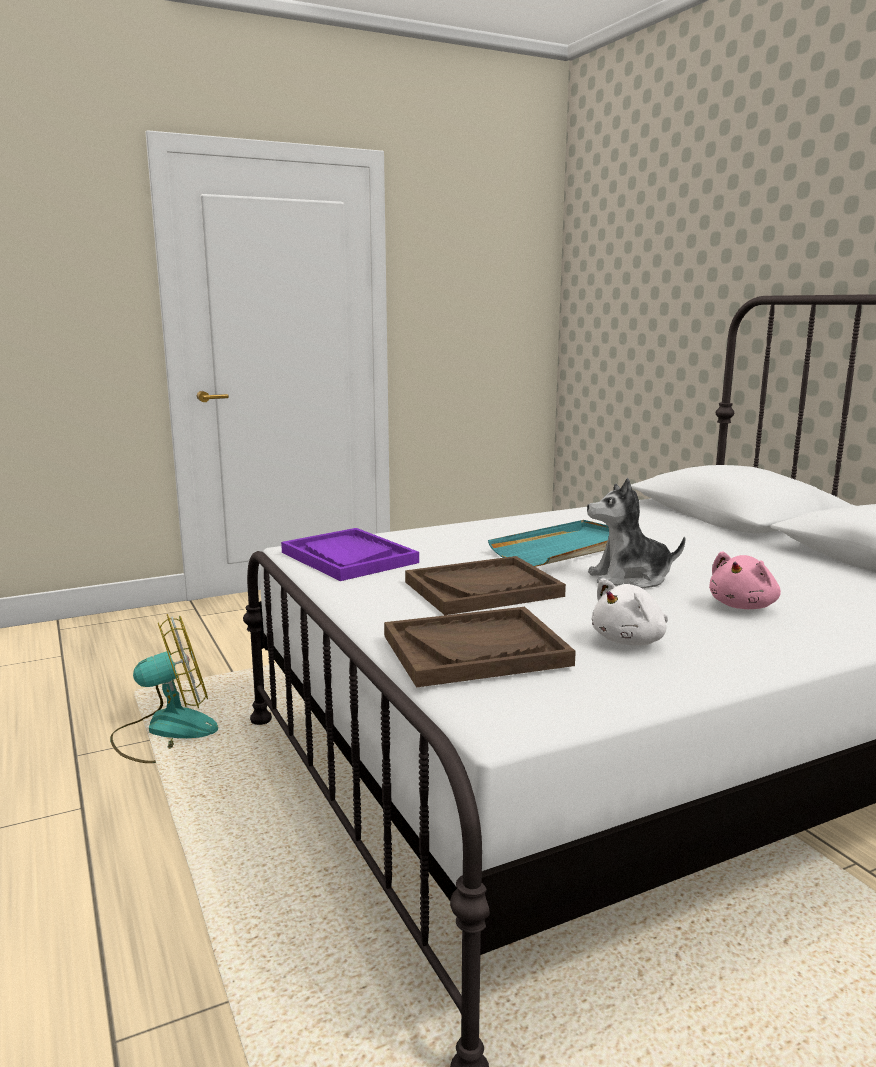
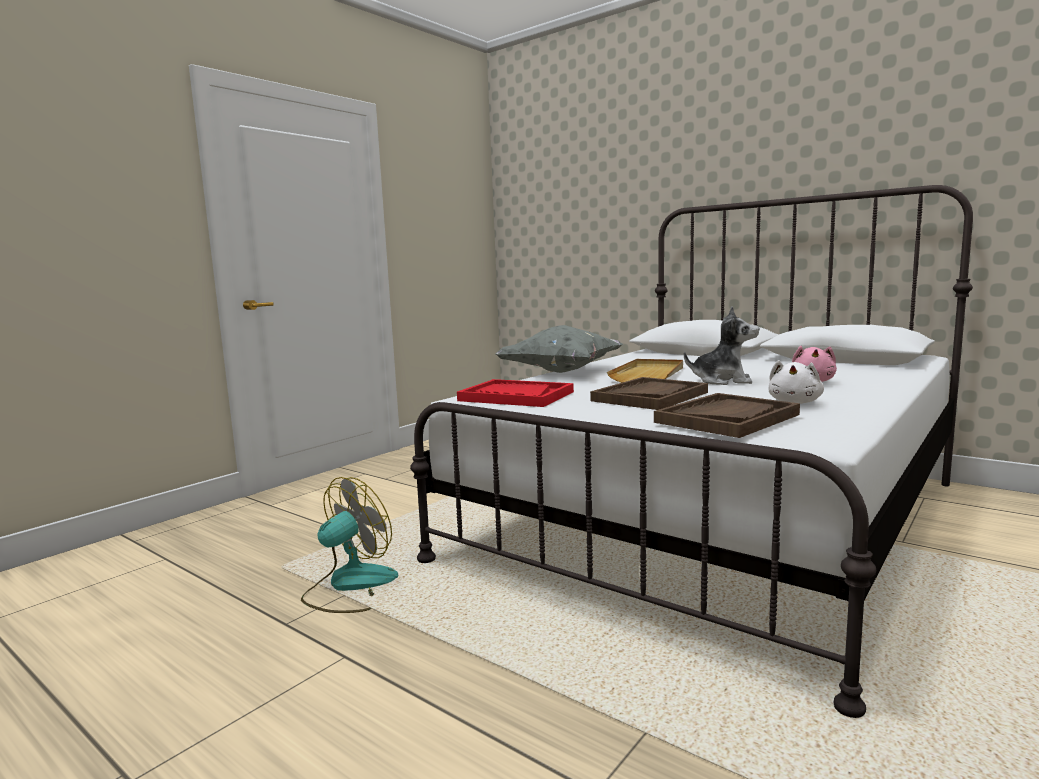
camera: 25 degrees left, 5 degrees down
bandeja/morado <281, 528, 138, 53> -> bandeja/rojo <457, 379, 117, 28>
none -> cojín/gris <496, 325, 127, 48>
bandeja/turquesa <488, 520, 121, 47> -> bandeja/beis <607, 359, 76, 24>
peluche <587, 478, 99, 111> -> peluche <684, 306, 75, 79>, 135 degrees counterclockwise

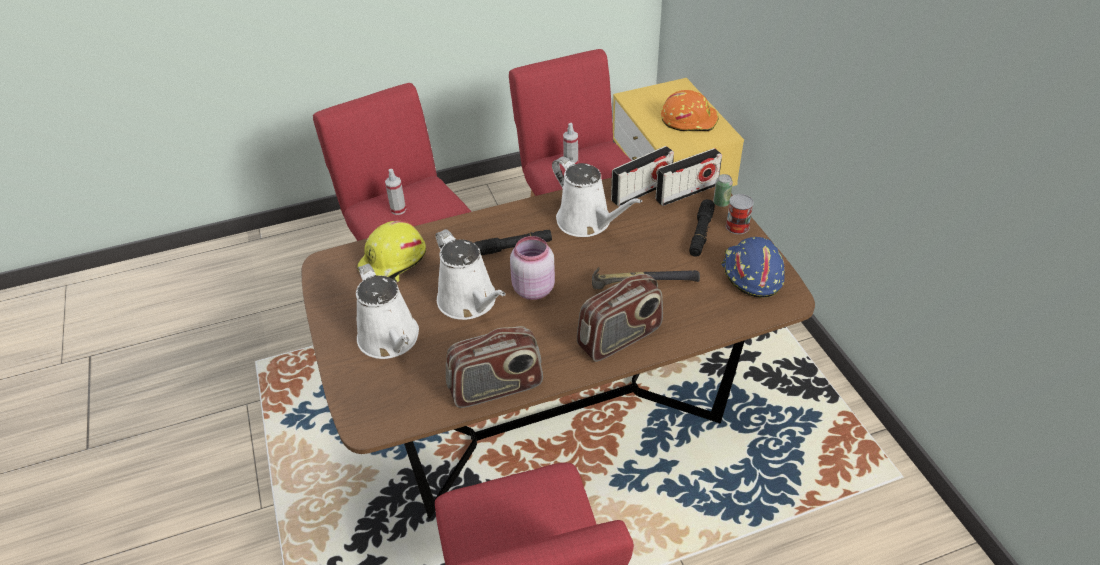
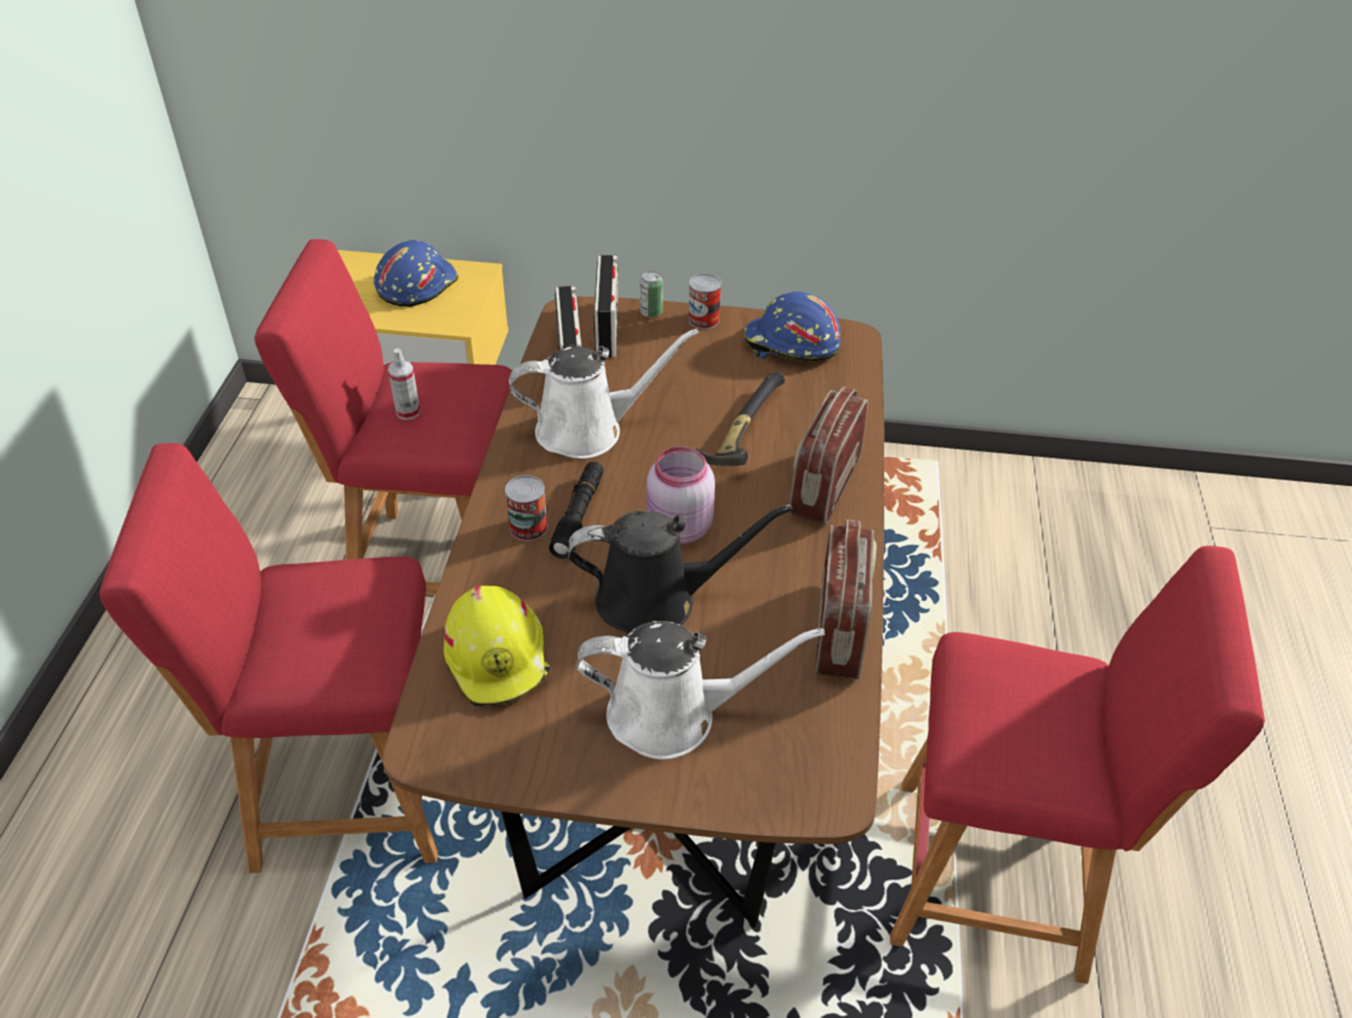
camera: 65 degrees left, 0 degrees up
casco/naranja <661, 90, 58, 42> -> casco/azul <374, 240, 84, 67>
none -> lata <505, 475, 43, 66>
regadera/blanco <435, 229, 71, 91> -> regadera/negro <568, 505, 225, 129>
radio <577, 274, 86, 88> -> radio <789, 387, 79, 137>, 150 degrees counterclockwise
pulverizador <385, 169, 21, 46> -> none
linterna/negro <689, 199, 26, 58> -> none

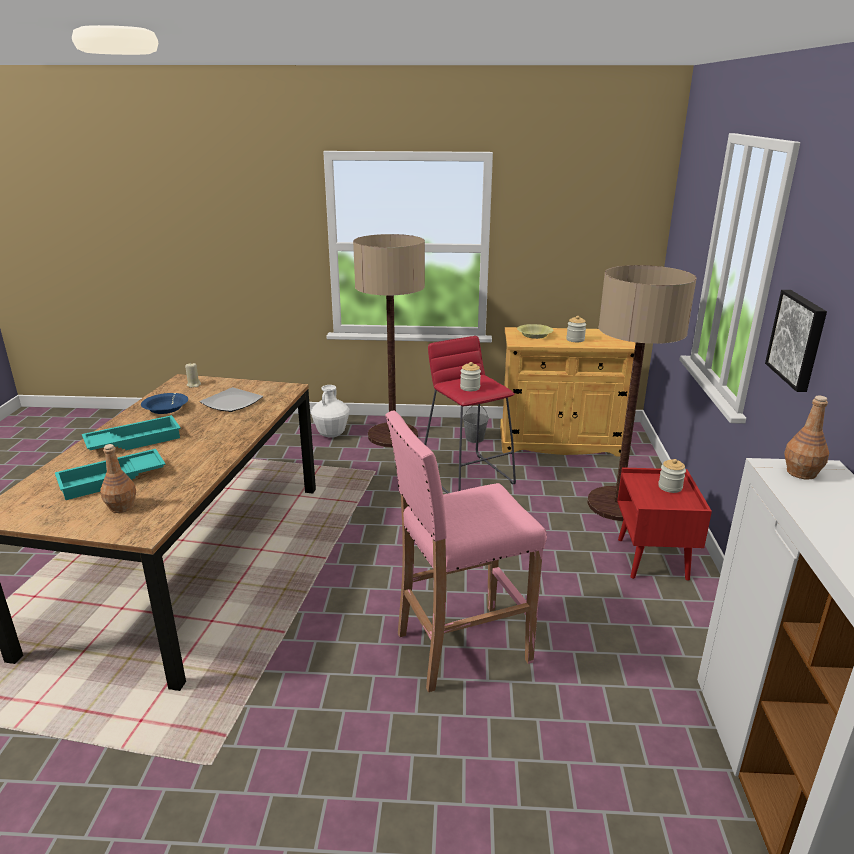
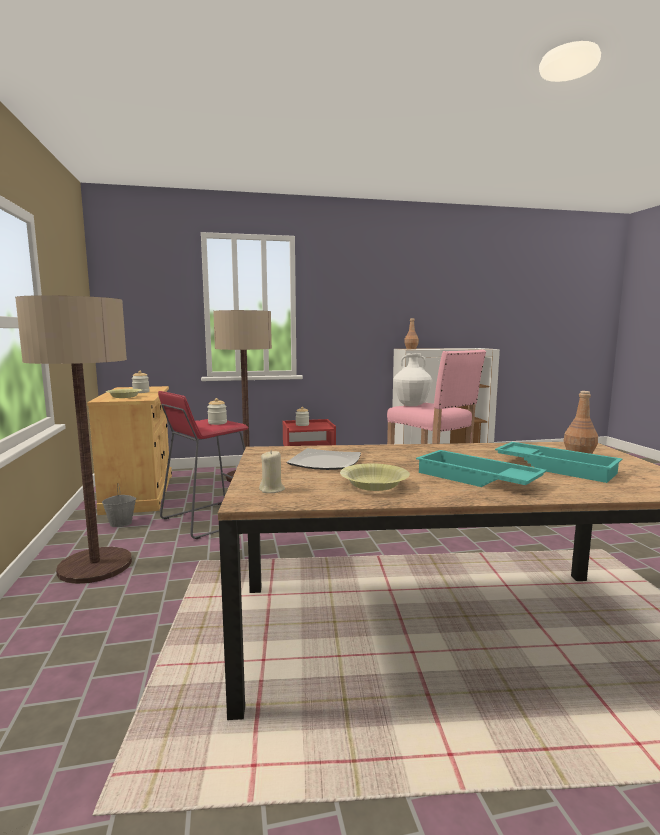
camera: 105 degrees left, 15 degrees down
cuenco/azul <141, 393, 47, 21> -> cuenco/amarillo <340, 463, 70, 28>
florero/blanco <311, 385, 39, 52> -> florero/blanco <394, 353, 38, 53>, move
cuadro <765, 290, 62, 102> -> none

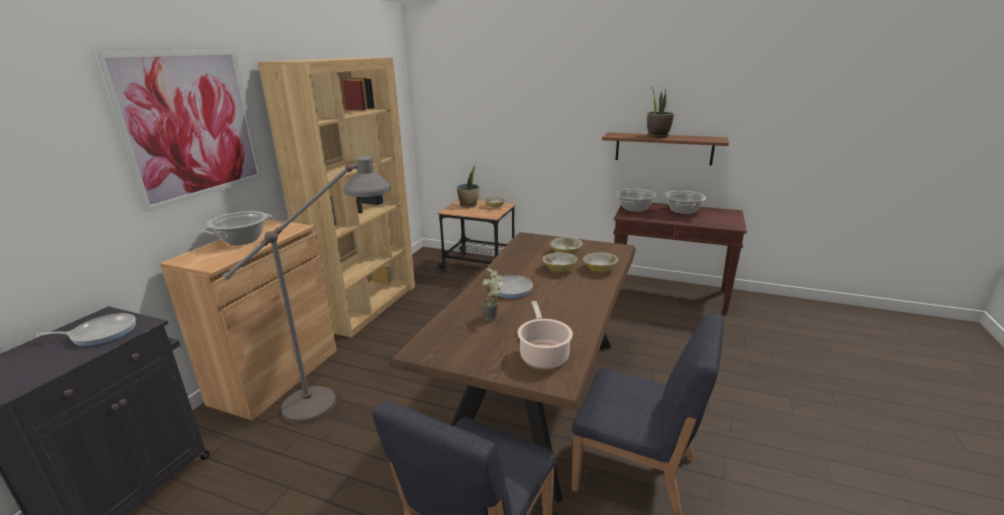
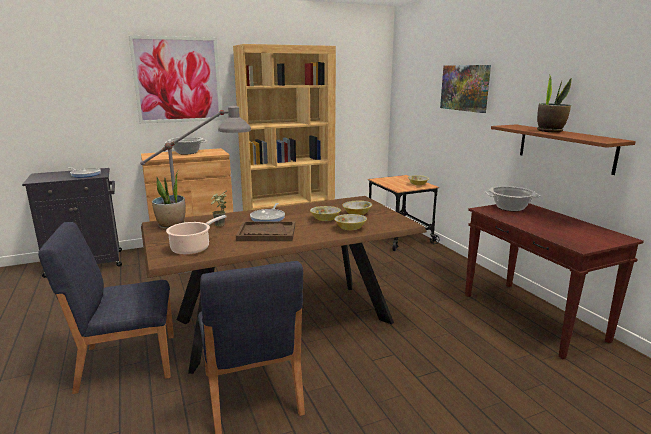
camera: 45 degrees right, 5 degrees down
planta en maceta <457, 164, 22, 44> -> planta en maceta <152, 170, 33, 60>, move
none -> bandeja/marrón <236, 221, 59, 20>
none -> cuadro <440, 65, 51, 48>
olla <664, 191, 42, 23> -> none

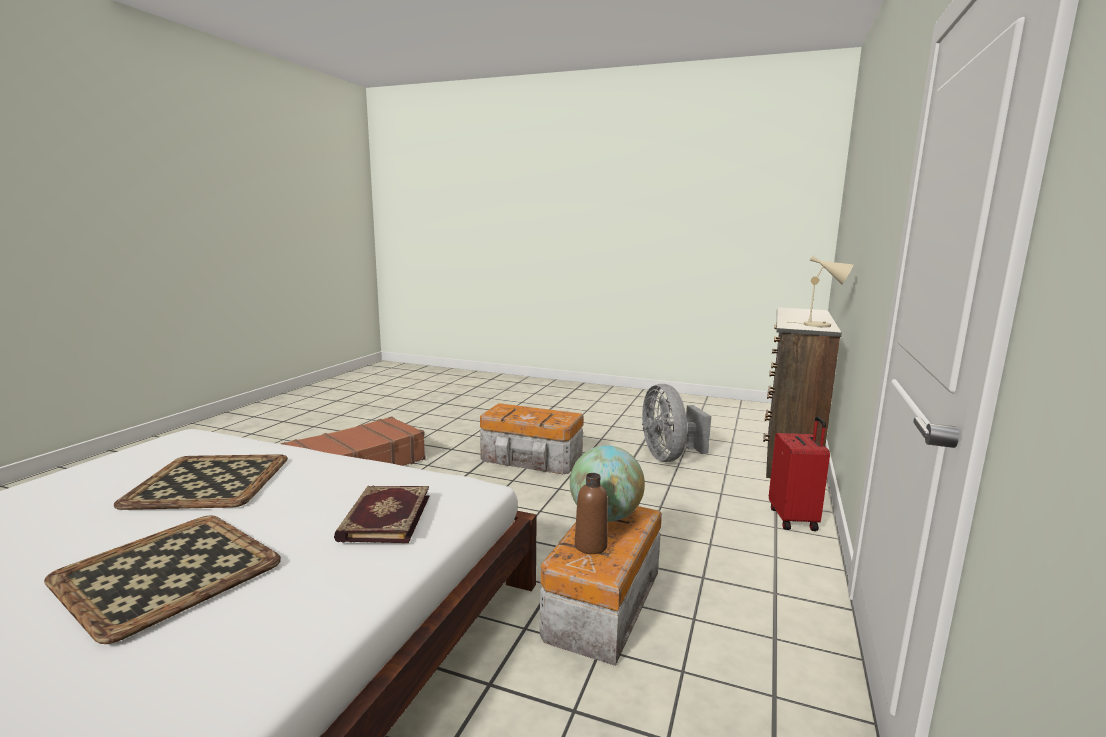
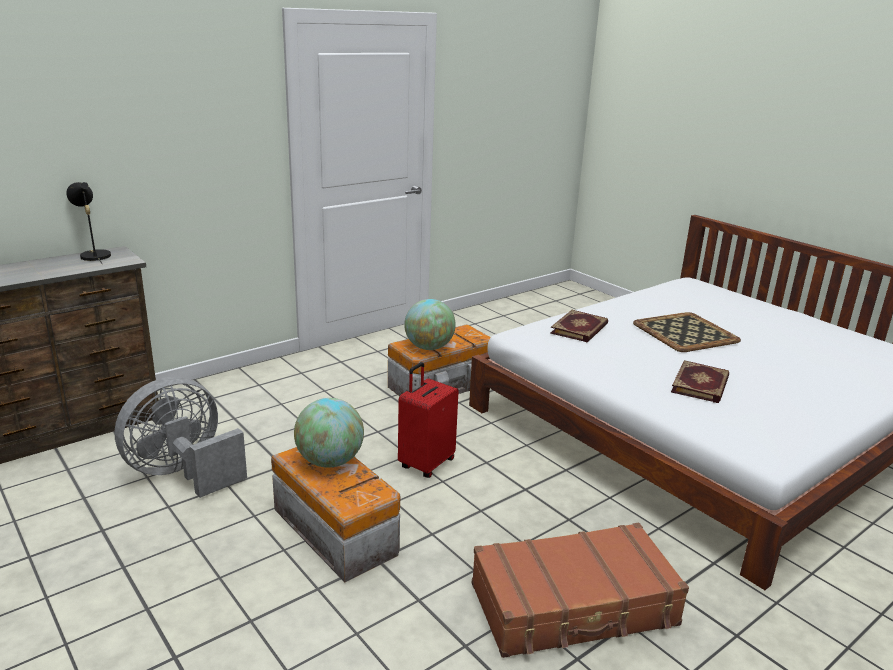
camera: 150 degrees left, 10 degrees up
lámpara de mesa/beis <789, 255, 65, 72> -> lámpara de mesa/negro <66, 182, 45, 82>
ventilador/gris <642, 384, 69, 78> -> ventilador/gris <114, 377, 133, 121>, 150 degrees counterclockwise
none -> globo terráqueo <294, 398, 70, 70>
maleta/rojo <769, 416, 61, 115> -> maleta/rojo <398, 362, 61, 116>, move
bandeja <114, 454, 174, 56> -> libro <671, 360, 58, 43>
botella/marrón <575, 473, 33, 81> -> none

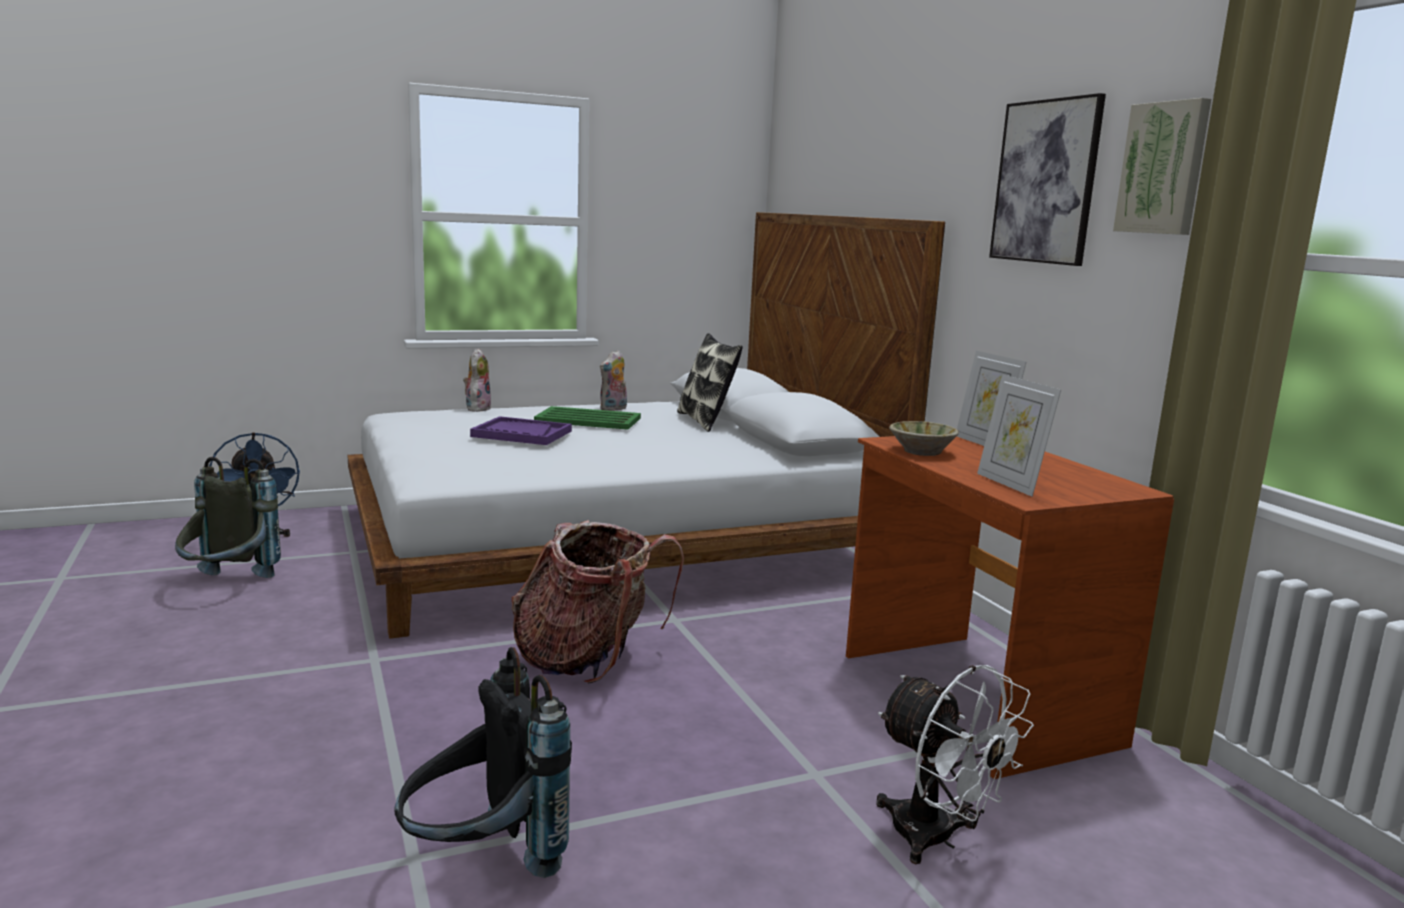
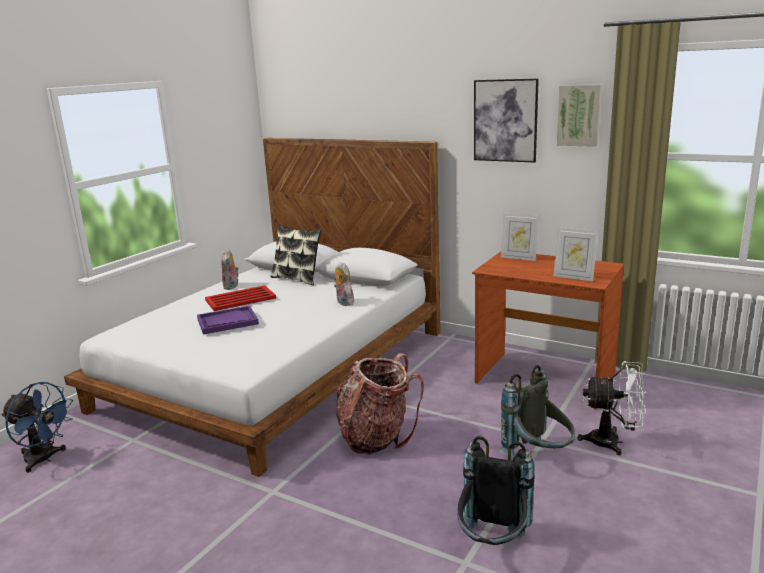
camera: 35 degrees left, 5 degrees up
bandeja/verde <534, 406, 107, 24> -> bandeja/rojo <205, 285, 71, 26>
peluche <463, 349, 28, 63> -> peluche <334, 262, 20, 44>, move
mochila/gris <175, 457, 106, 121> -> mochila/gris <498, 365, 77, 93>, move
cuenco/beis <889, 421, 70, 35> -> none

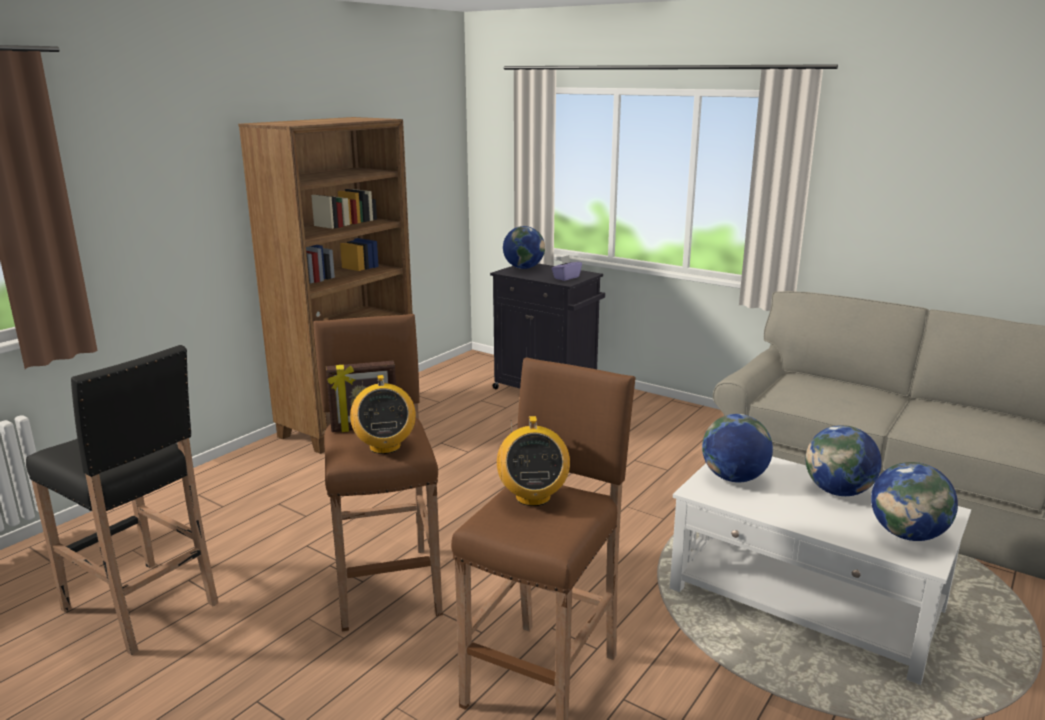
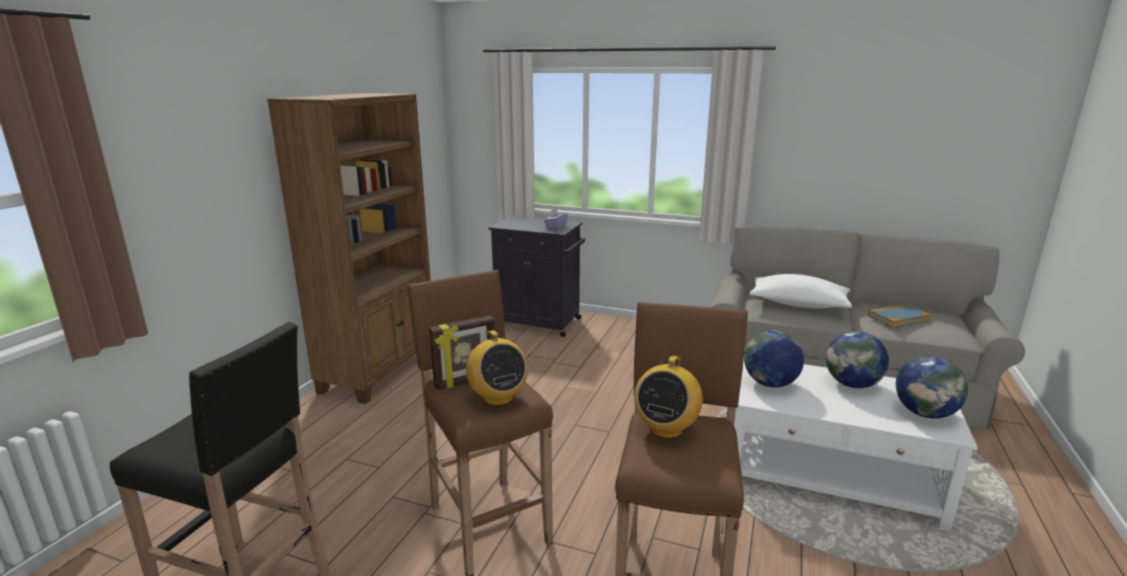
camera: 15 degrees left, 0 degrees up
radio <497, 416, 73, 90> -> radio <634, 356, 69, 83>, 45 degrees clockwise
none -> cojín/blanco <750, 274, 102, 35>
none -> libro <868, 304, 64, 23>
globo terráqueo <503, 226, 42, 43> -> none

